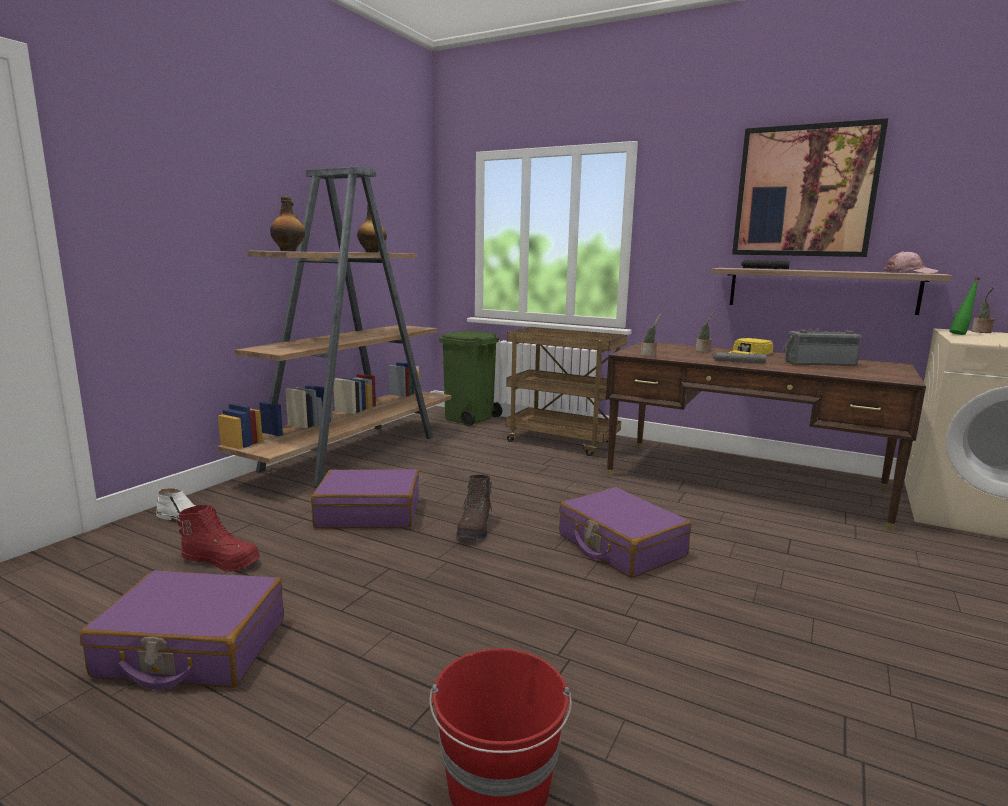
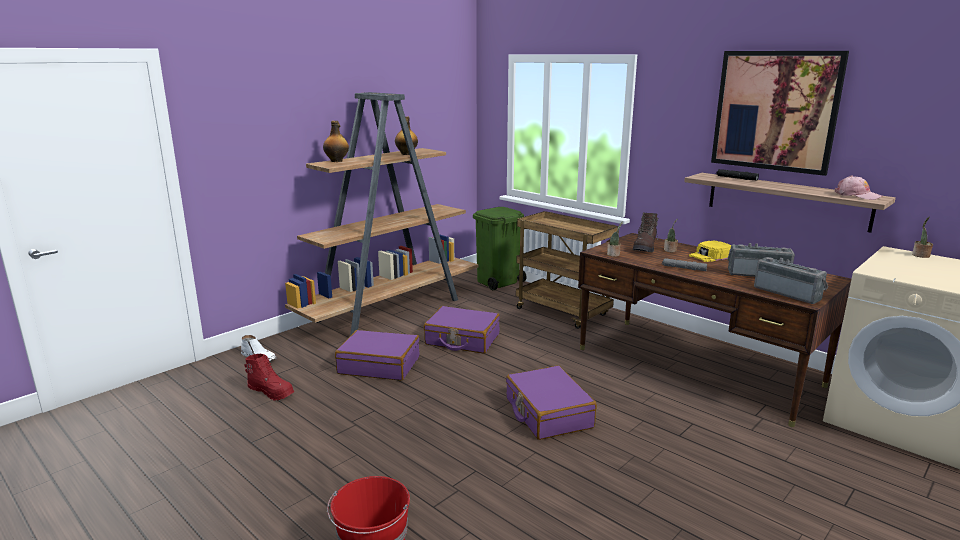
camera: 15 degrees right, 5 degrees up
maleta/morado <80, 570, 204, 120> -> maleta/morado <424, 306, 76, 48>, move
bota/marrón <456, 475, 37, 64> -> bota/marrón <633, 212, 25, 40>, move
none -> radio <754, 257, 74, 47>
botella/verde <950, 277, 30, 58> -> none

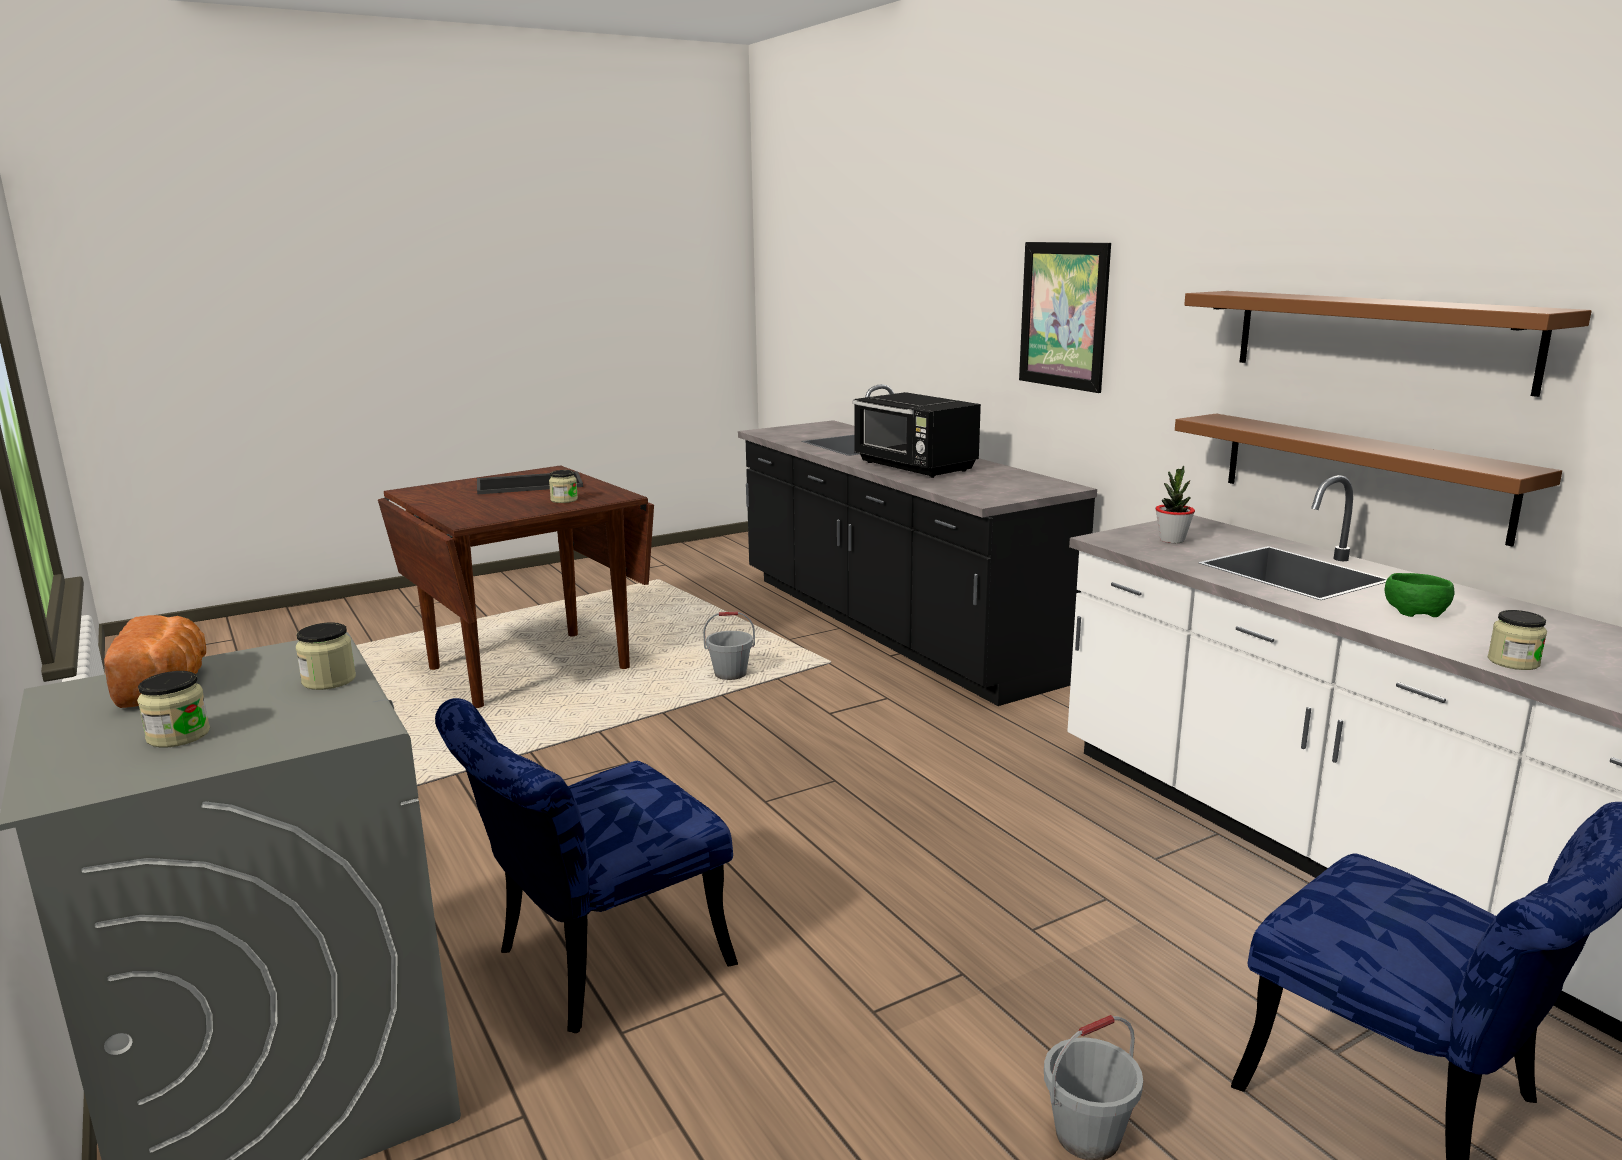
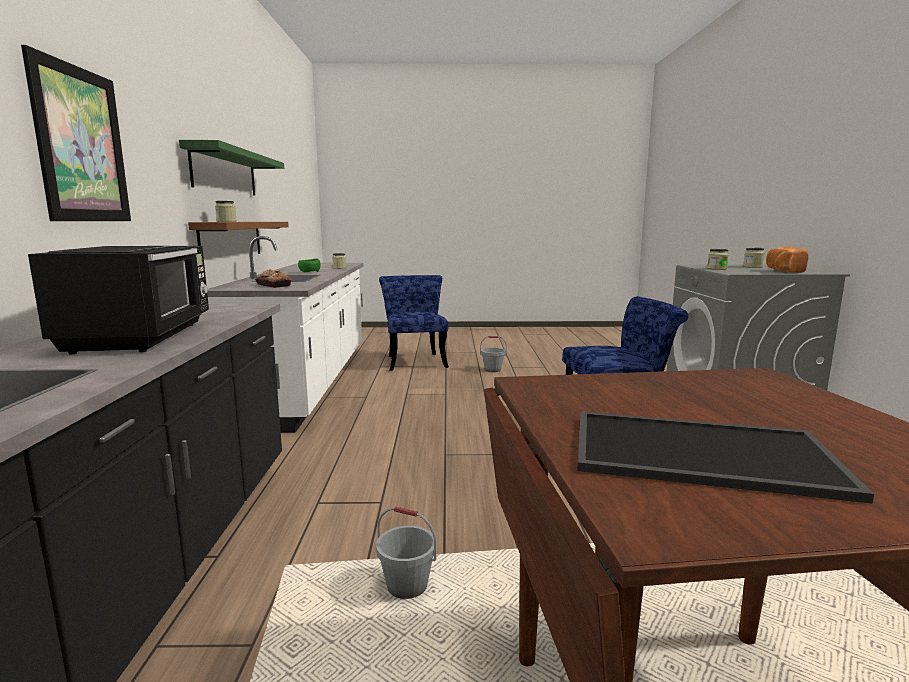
camera: 150 degrees left, 5 degrees down
estante/marrón <1184, 291, 408, 106> -> estante/verde <179, 140, 105, 55>
tarro <549, 470, 29, 33> -> tarro <215, 201, 22, 21>, move
planta en maceta <1155, 466, 40, 77> -> pan <255, 269, 37, 19>

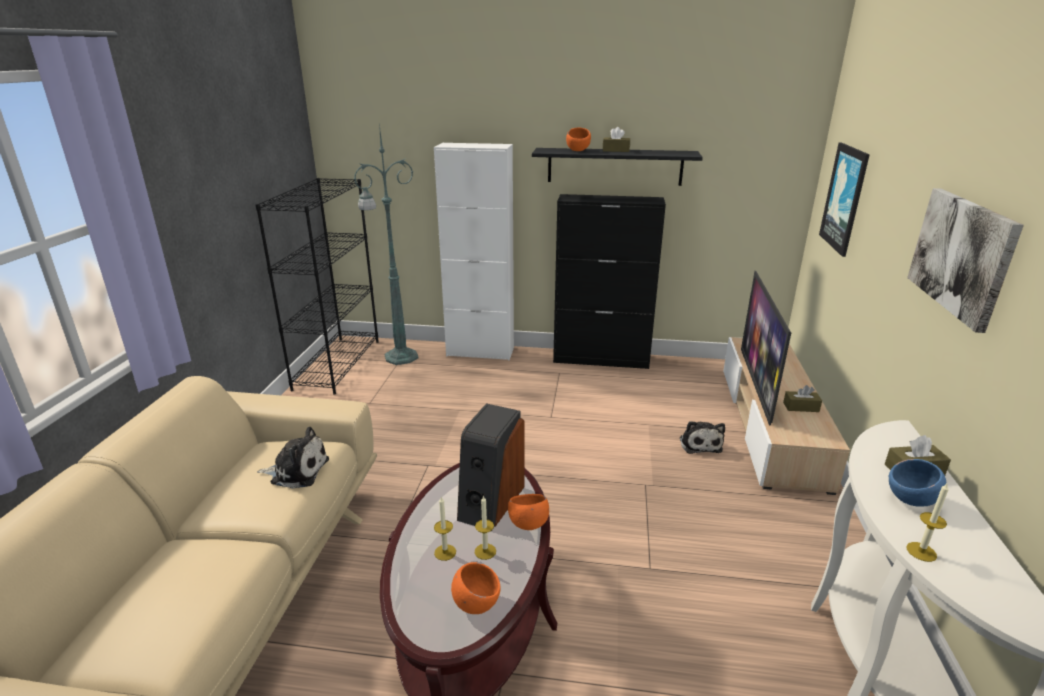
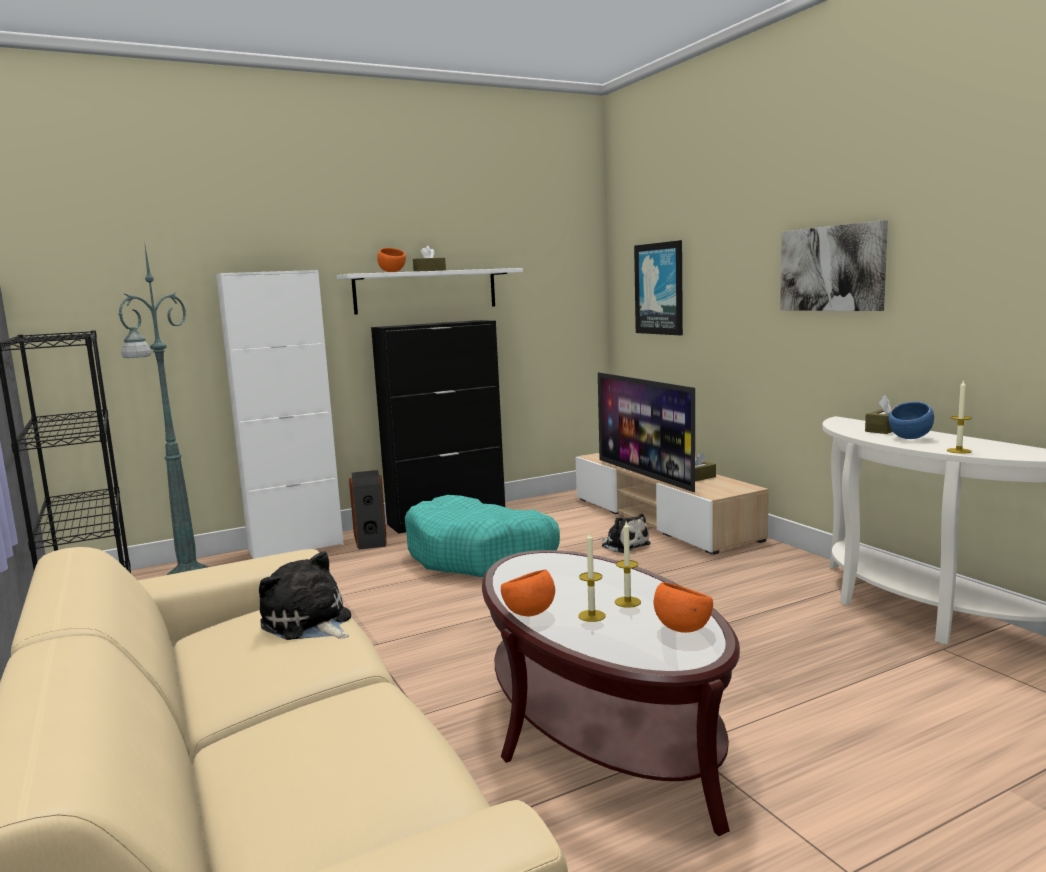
camera: 35 degrees left, 15 degrees down
peluche <257, 427, 72, 62> -> peluche <259, 551, 92, 89>, 105 degrees counterclockwise
estante/negro <532, 148, 171, 38> -> estante/blanco <337, 268, 186, 47>
altavoz <457, 403, 67, 128> -> altavoz <349, 470, 38, 80>, move
none -> cama para perro/turquesa <405, 495, 155, 82>
cuenco/naranja <508, 494, 41, 36> -> cuenco/naranja <501, 569, 54, 47>, move

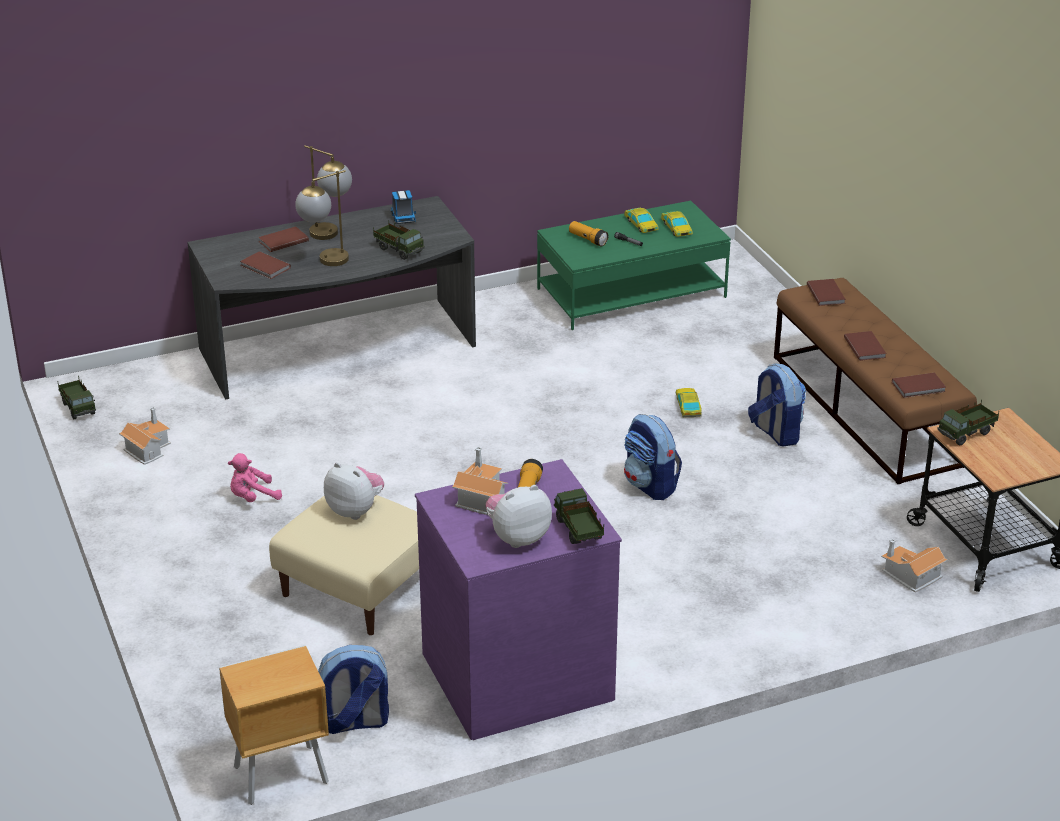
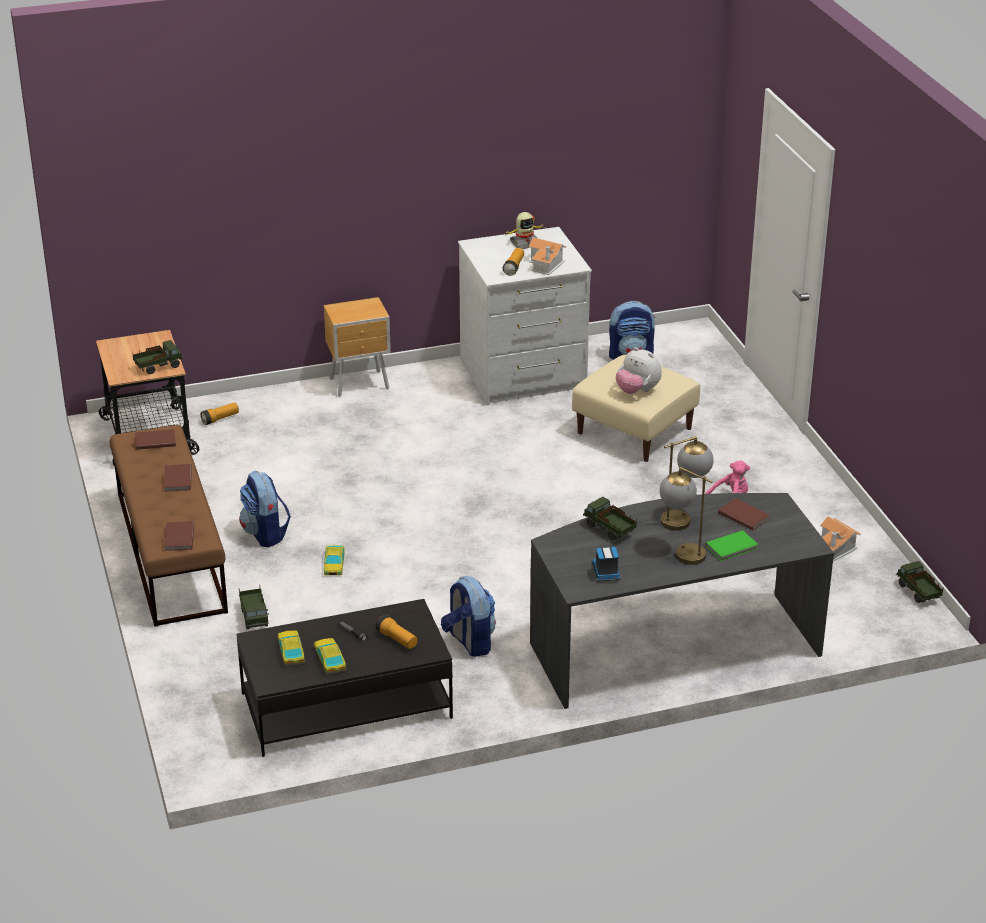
camera: 175 degrees left, 0 degrees up
casita <881, 539, 67, 53> -> linterna <201, 403, 38, 22>
mesa de centro/verde <537, 201, 194, 129> -> mesa de centro/negro <236, 599, 217, 158>
camión de juguete <554, 488, 50, 56> -> camión de juguete <239, 589, 30, 40>, move
mesita de noche/marrón <219, 645, 110, 160> -> mesita de noche/marrón <324, 297, 67, 100>, move
mochila <624, 414, 58, 86> -> mochila <441, 576, 55, 81>, move
cómoda/morado <415, 459, 207, 281> -> cómoda/blanco <458, 227, 134, 178>
peluche <485, 485, 67, 63> -> robot de juguete <505, 212, 39, 37>
libro/marrón <258, 226, 51, 26> -> libro/verde <705, 530, 54, 31>

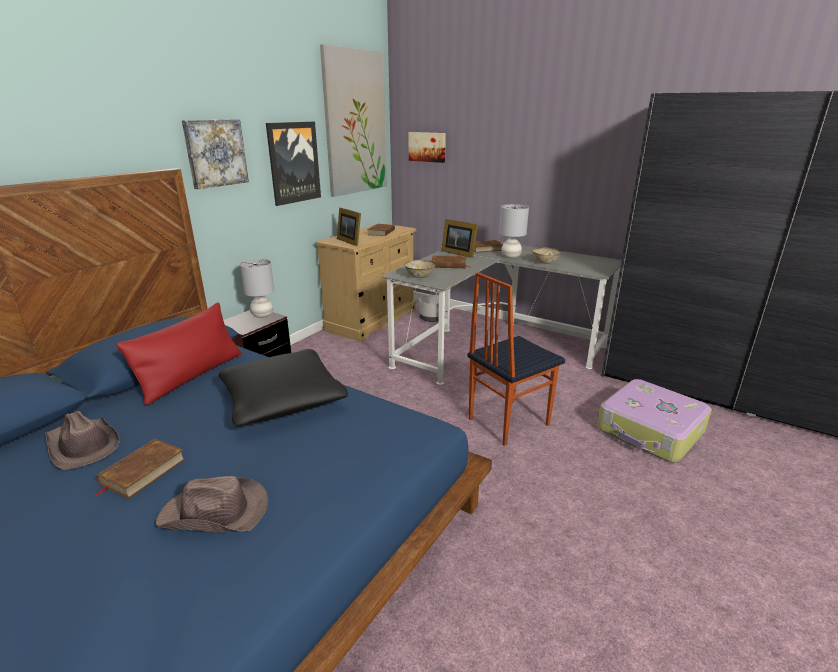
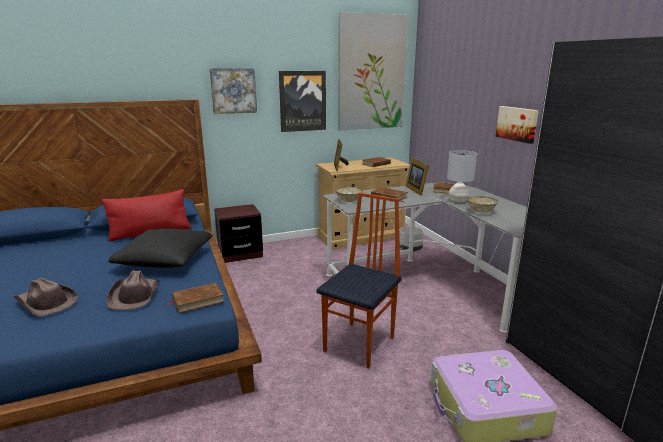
camera: 35 degrees right, 5 degrees down
sombrero/marrón <45, 411, 75, 59> -> sombrero/marrón <106, 270, 53, 40>, move
libro/marrón <95, 439, 90, 60> -> libro/marrón <166, 283, 59, 30>, move
silla <467, 272, 98, 174> -> silla <317, 192, 85, 177>, 120 degrees clockwise
cuadro <408, 132, 38, 31> -> cuadro <496, 106, 43, 38>, move
lámpara de mesa/gris <239, 259, 35, 59> -> none

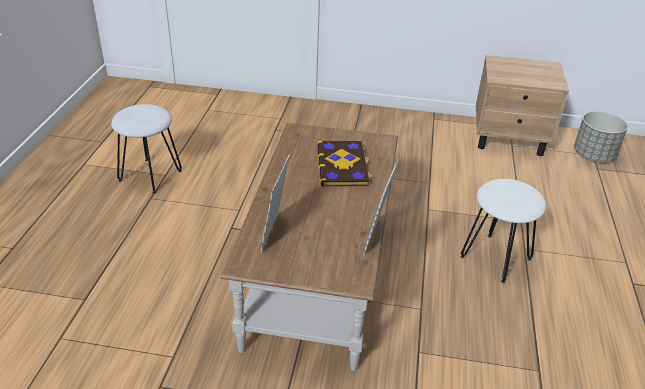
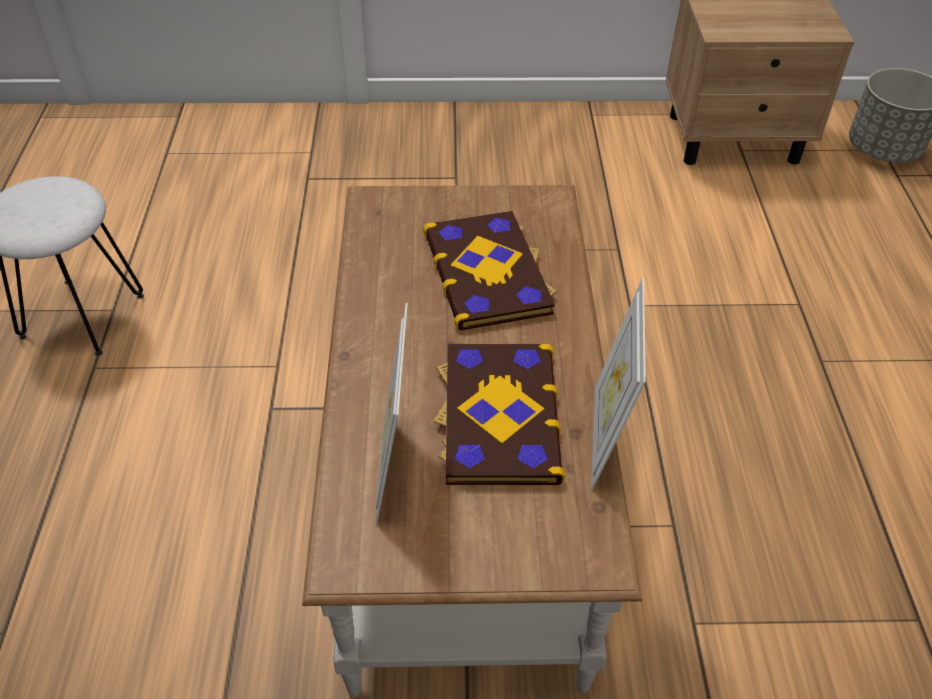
camera: 10 degrees left, 10 degrees up
none -> libro <433, 344, 132, 141>
taburete/blanco <460, 179, 86, 104> -> none

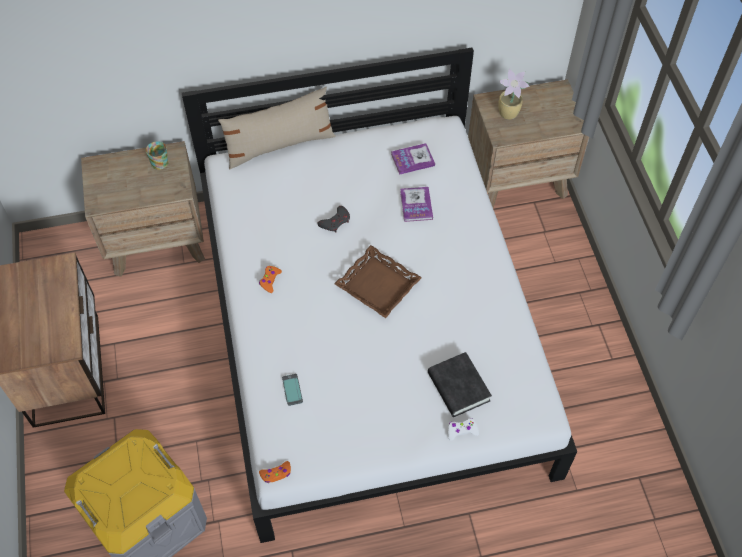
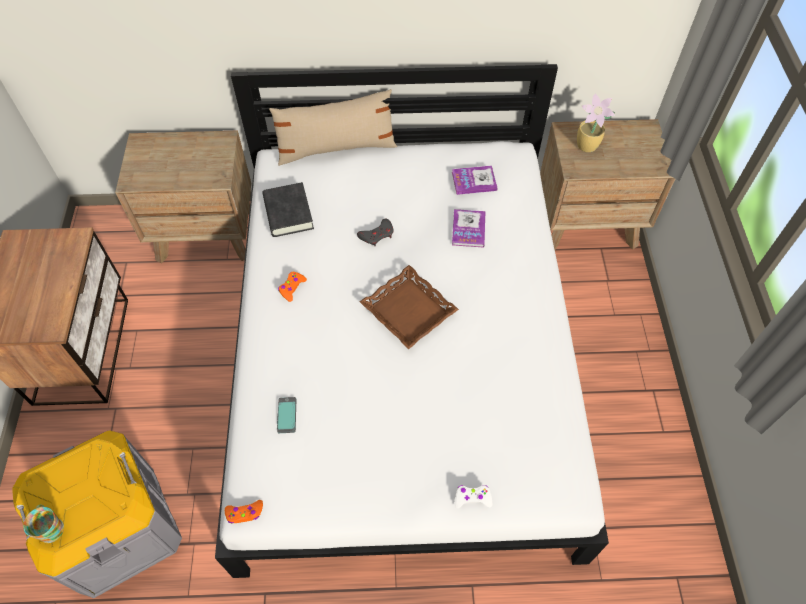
camera: 10 degrees right, 0 degrees up
taza grande <146, 141, 23, 29> -> taza grande <23, 504, 41, 39>, move
libro/negro <428, 352, 64, 65> -> libro/negro <262, 182, 52, 55>, move

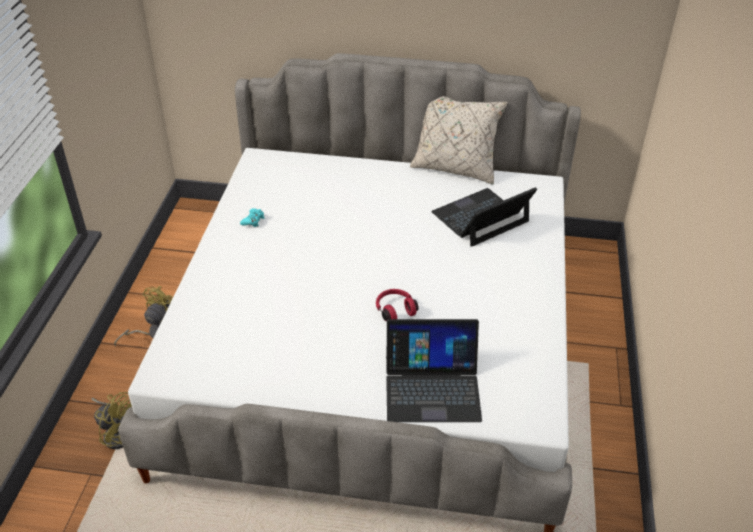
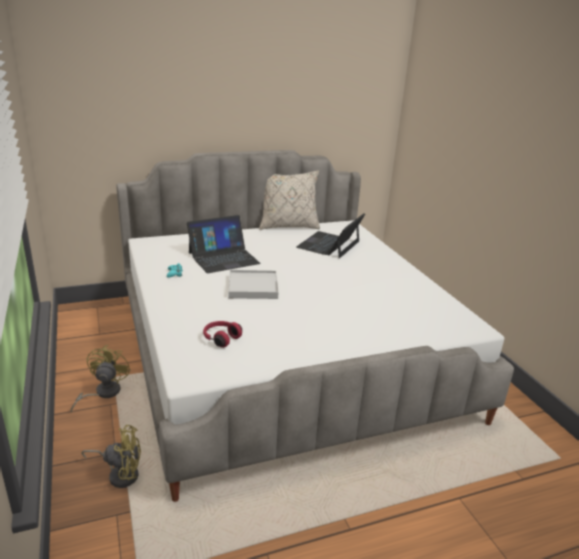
camera: 30 degrees left, 15 degrees down
portátil <386, 319, 96, 103> -> portátil <187, 215, 74, 58>, move
auriculares/rojo <376, 289, 43, 33> -> auriculares/rojo <203, 321, 39, 27>, move
none -> bandeja/blanco <228, 270, 50, 29>

